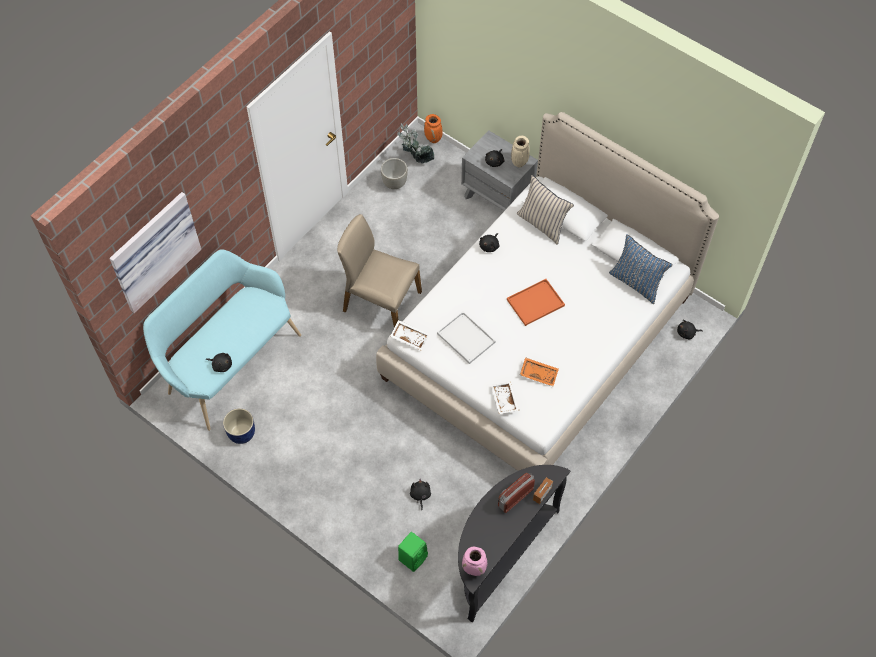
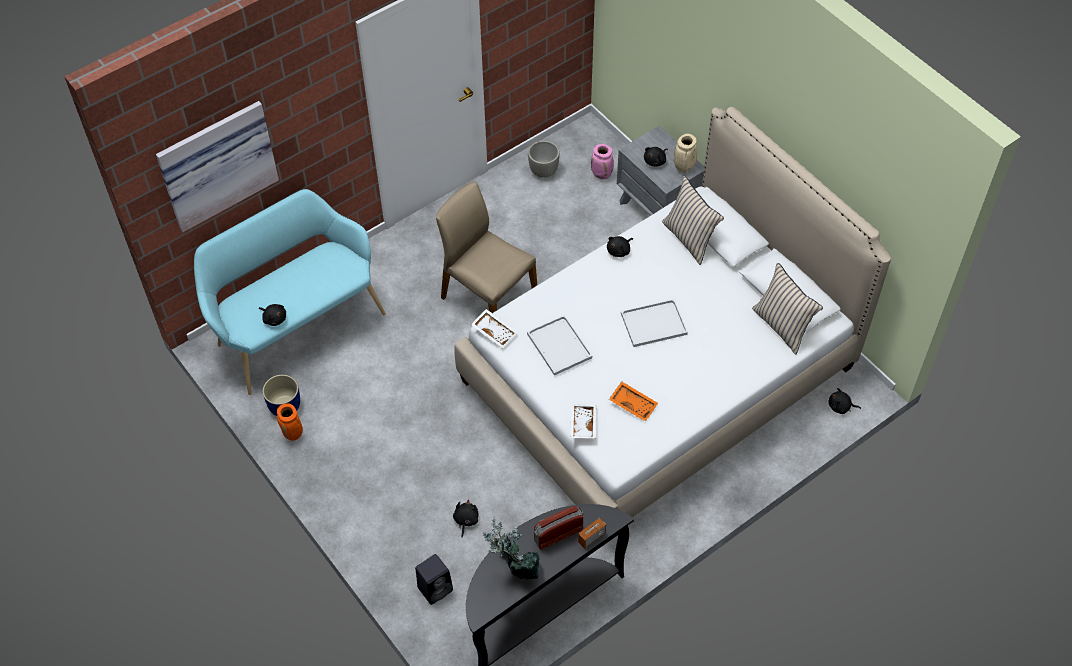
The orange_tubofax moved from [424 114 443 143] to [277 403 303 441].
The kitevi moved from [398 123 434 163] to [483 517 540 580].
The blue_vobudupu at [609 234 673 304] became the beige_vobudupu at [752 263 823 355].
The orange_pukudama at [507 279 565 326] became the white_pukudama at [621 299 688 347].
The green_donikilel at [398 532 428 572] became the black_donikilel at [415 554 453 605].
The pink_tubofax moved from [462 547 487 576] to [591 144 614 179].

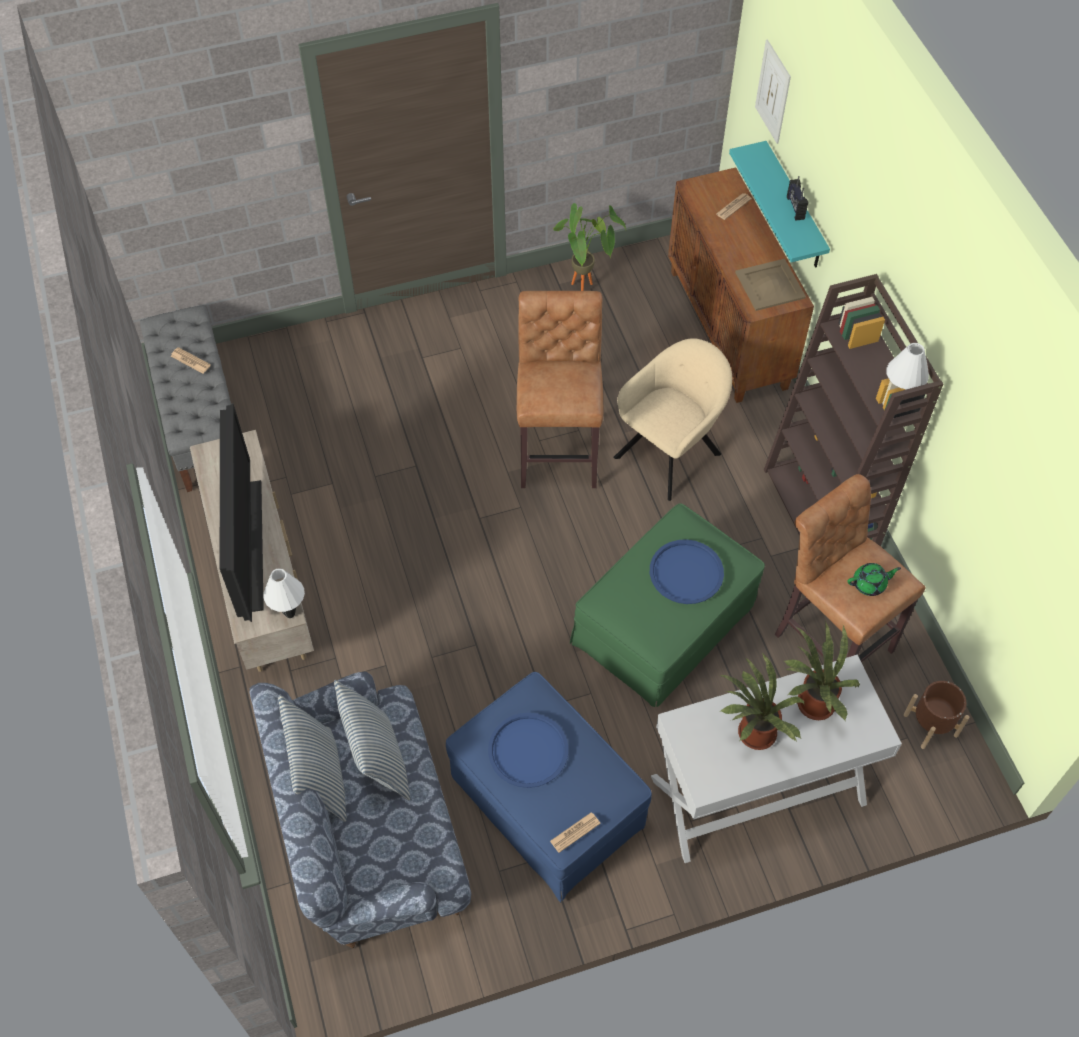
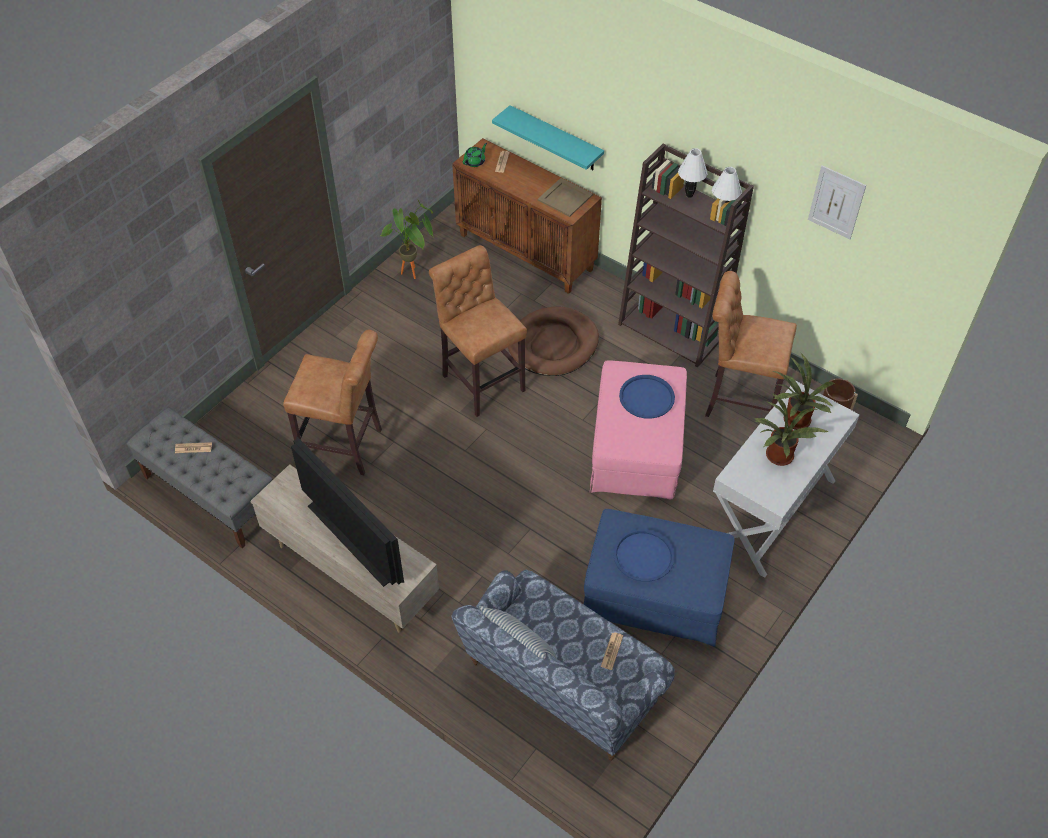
The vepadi moved from [755 39 791 144] to [808 165 866 239].
The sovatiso at [787 176 808 221] disappeared.
The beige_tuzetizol at [614 338 732 501] was replaced by the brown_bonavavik at [508 306 599 376].
The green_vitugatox at [570 503 765 707] became the pink_vitugatox at [590 360 687 500].
The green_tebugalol moved from [847 563 901 596] to [463 143 487 167].
The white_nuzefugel moved from [263 569 305 618] to [678 148 708 198].
The vobudupu at [334 680 410 800] disappeared.
The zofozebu moved from [550 812 601 853] to [601 633 623 670].
The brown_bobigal at [283 330 382 475] appeared.

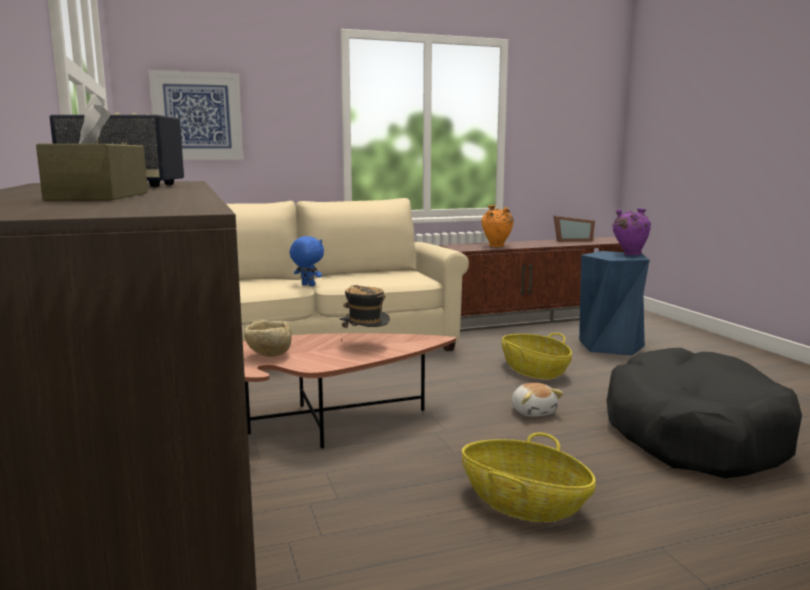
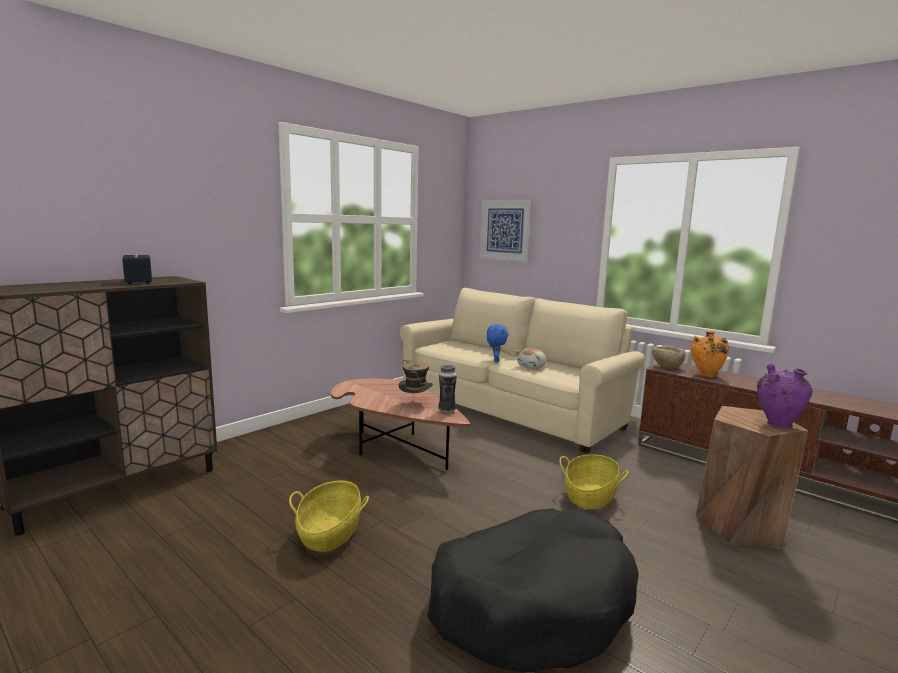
The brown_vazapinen at [36 93 148 201] disappeared.
The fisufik at [553 216 595 242] disappeared.
The blue_bobigal at [579 251 650 356] became the brown_bobigal at [696 406 808 549].
The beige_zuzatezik moved from [244 320 292 357] to [652 345 686 369].
The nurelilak moved from [512 383 564 417] to [515 348 546 369].
The tubofax at [438 364 457 414] appeared.

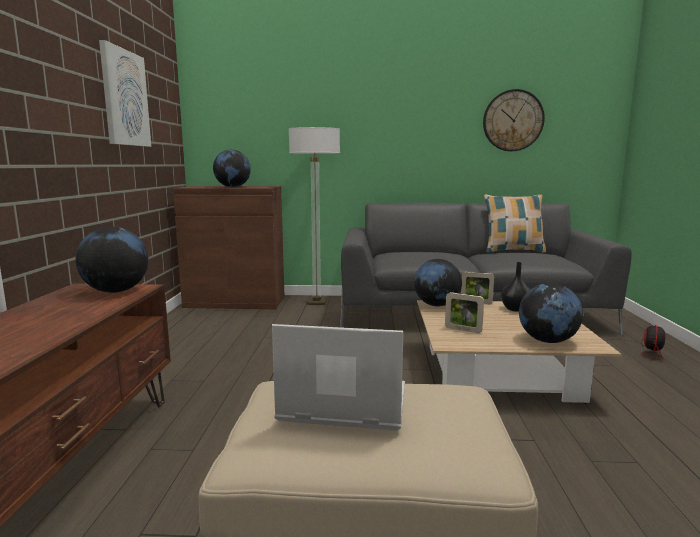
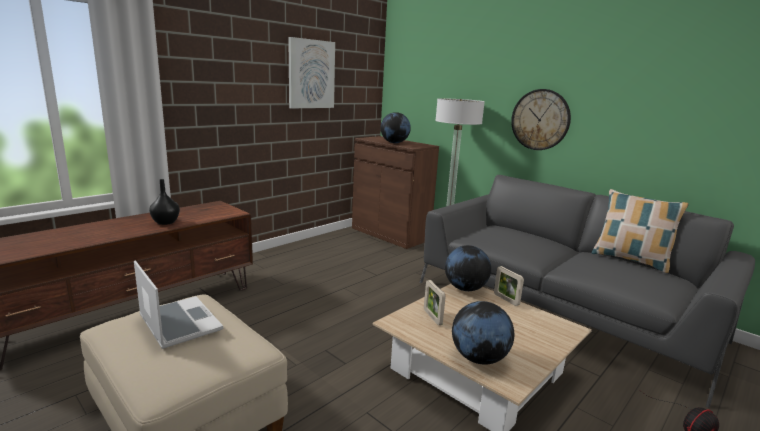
The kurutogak moved from [483 89 545 151] to [511 89 571 150].
The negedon at [75 227 149 293] disappeared.
The black_tubofax moved from [501 262 530 312] to [149 179 180 225].

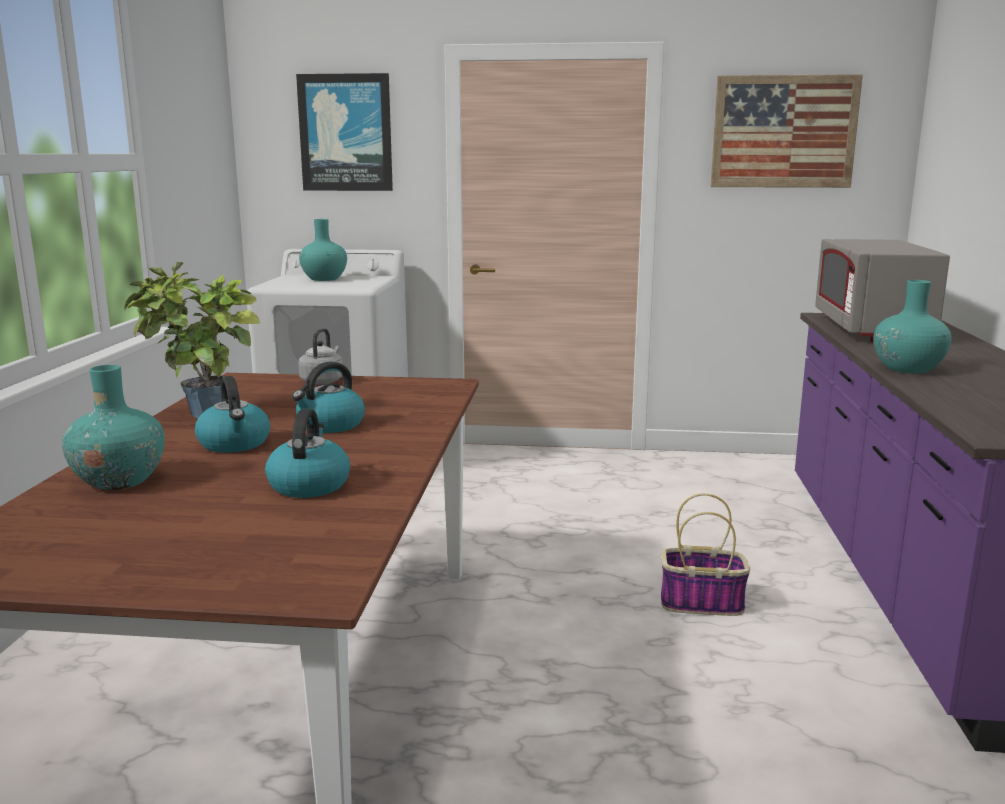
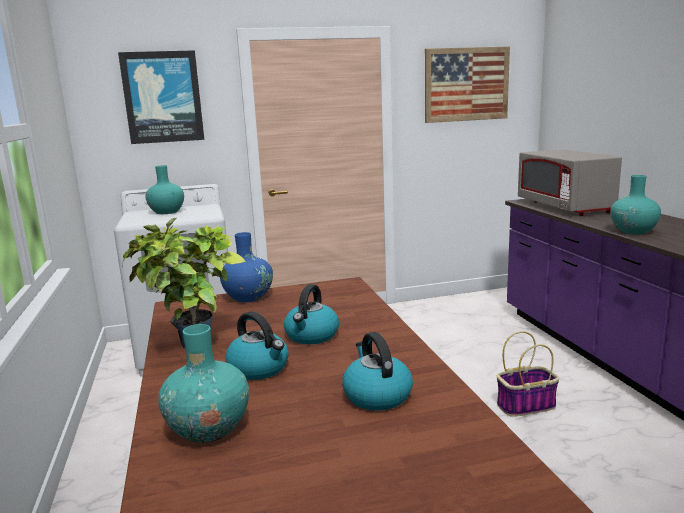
The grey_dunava at [298 328 343 385] was replaced by the blue_tubofax at [220 232 273 302].

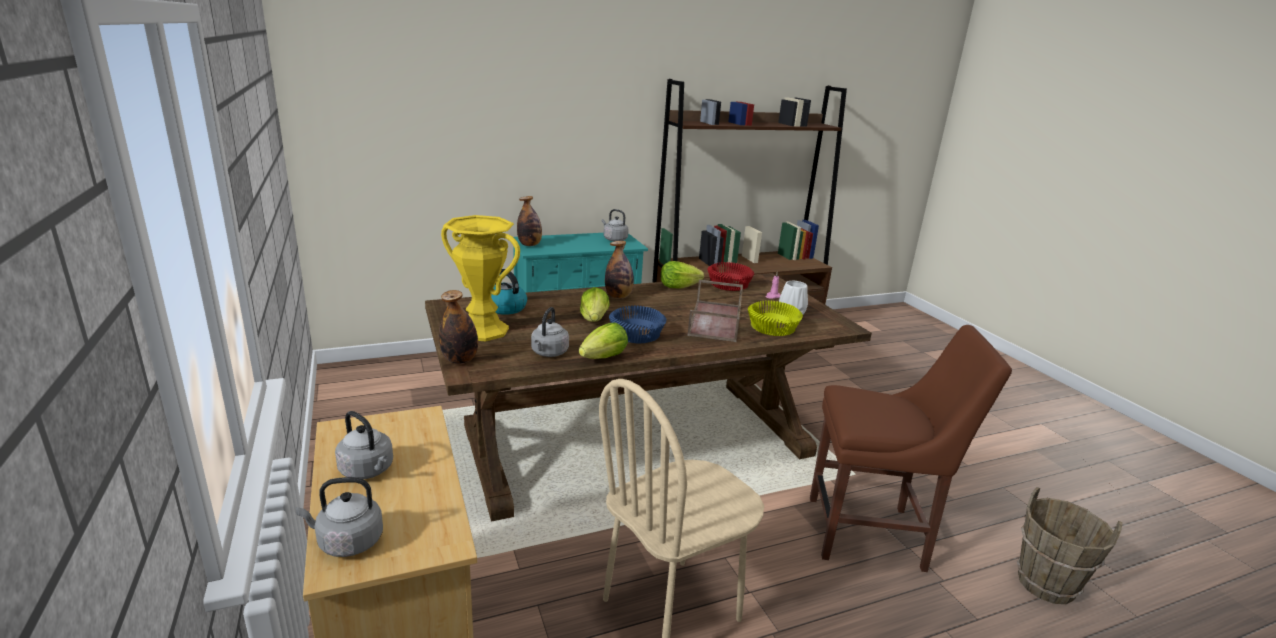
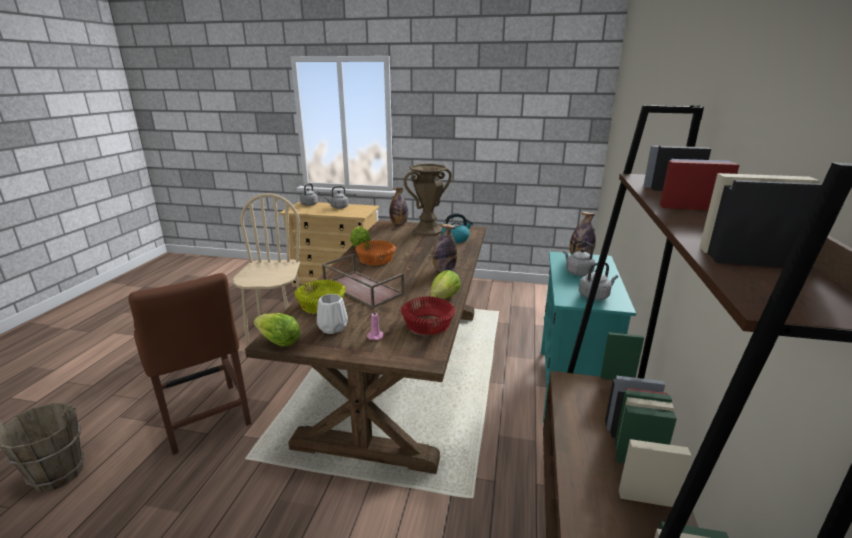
The yellow_tubofax at [441 215 520 341] became the brown_tubofax at [403 164 452 236].
The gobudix moved from [580 287 610 322] to [253 313 300 347].
The blue_zuzatezik at [609 306 667 343] became the orange_zuzatezik at [355 240 396 265].
The grey_dunava moved from [531 307 569 357] to [563 241 595 276].
The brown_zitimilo at [810 325 1012 572] turned 75 degrees counterclockwise.

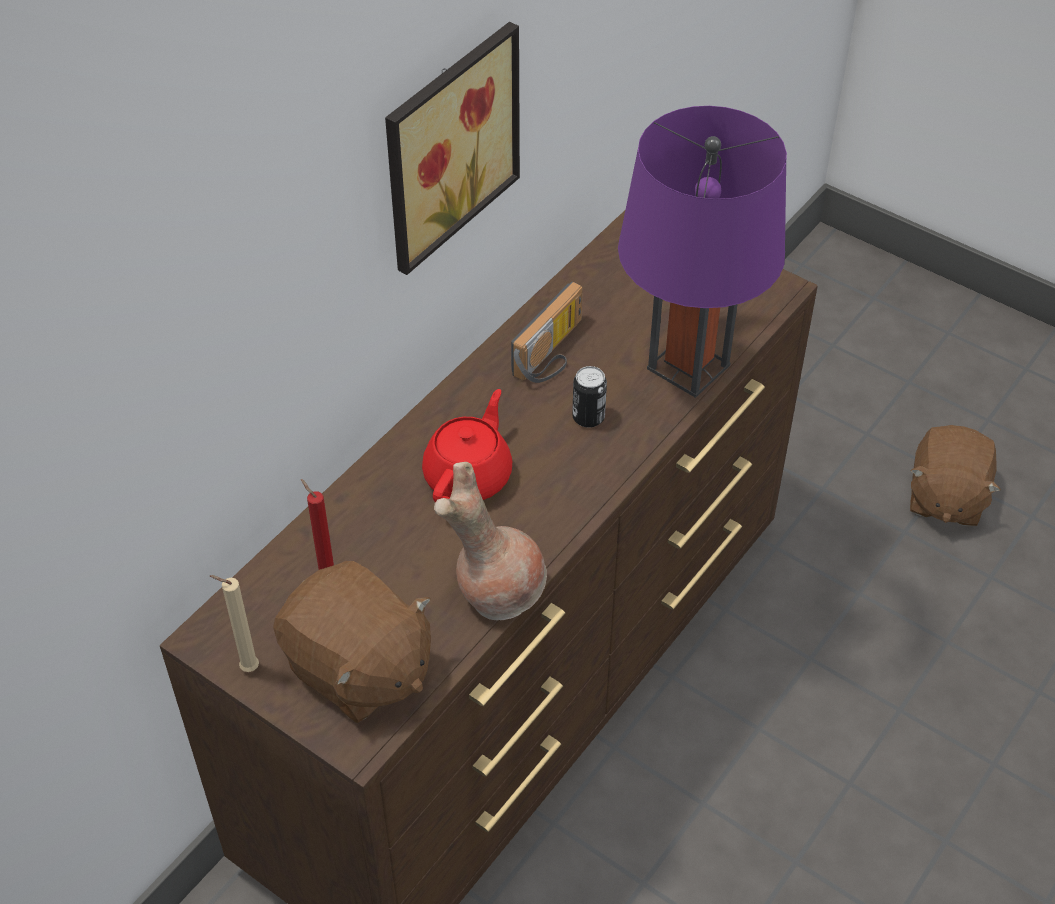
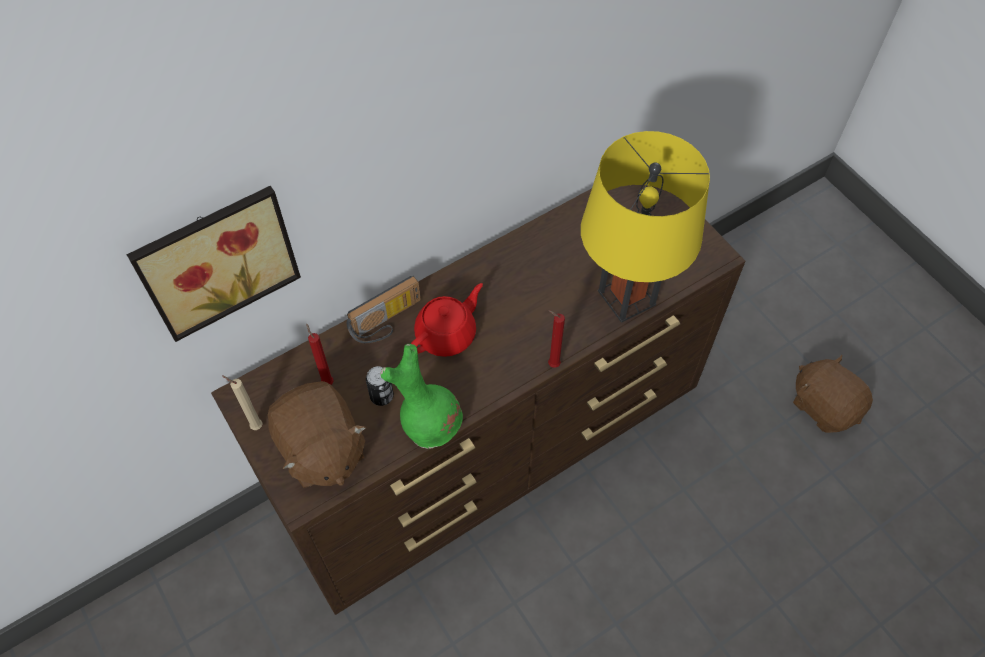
The vepadi moved from [385 22 520 275] to [127 186 301 342].
The purple_nuzefugel at [618 106 787 398] became the yellow_nuzefugel at [581 131 710 323].
The sovatiso moved from [511 282 583 383] to [346 276 420 343].
The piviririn moved from [572 366 607 428] to [366 366 394 406].
The brown_nurelilak at [910 425 1001 527] turned 105 degrees clockwise.
The brown_tubofax at [434 462 547 620] became the green_tubofax at [380 344 463 449].
The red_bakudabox at [548 310 565 368] appeared.

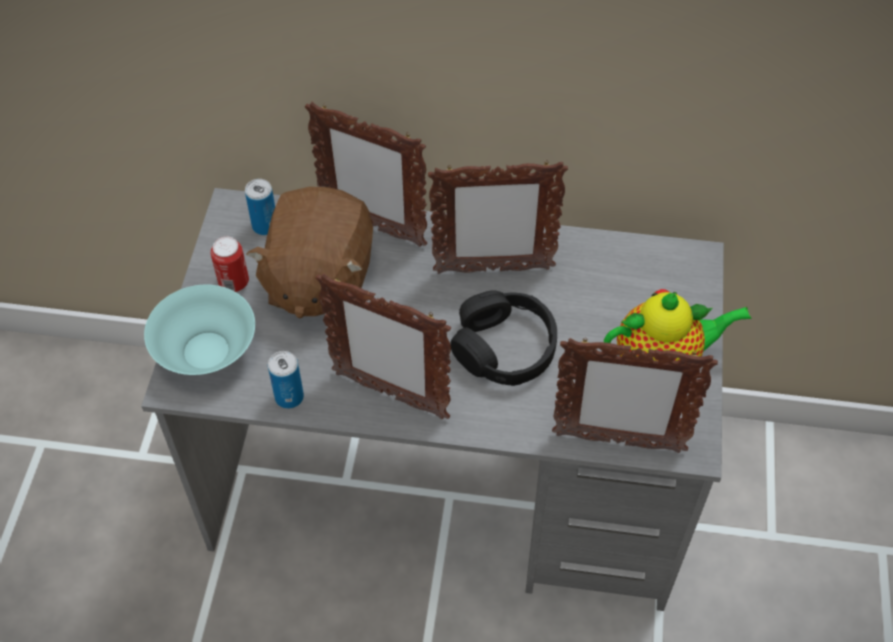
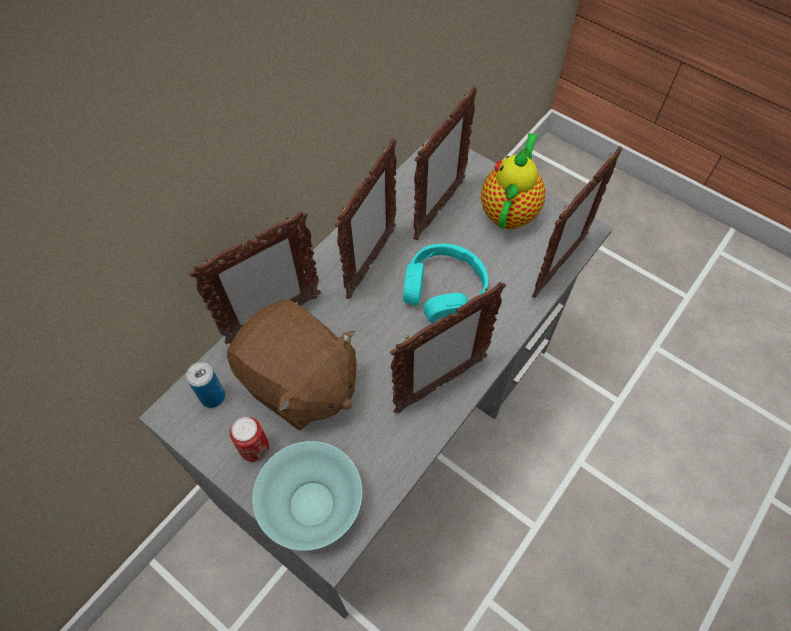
The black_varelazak at [450 290 557 386] became the turquoise_varelazak at [403 244 488 323].
The piviririn at [268 351 304 409] disappeared.
The fisufik at [413 86 477 240] appeared.

